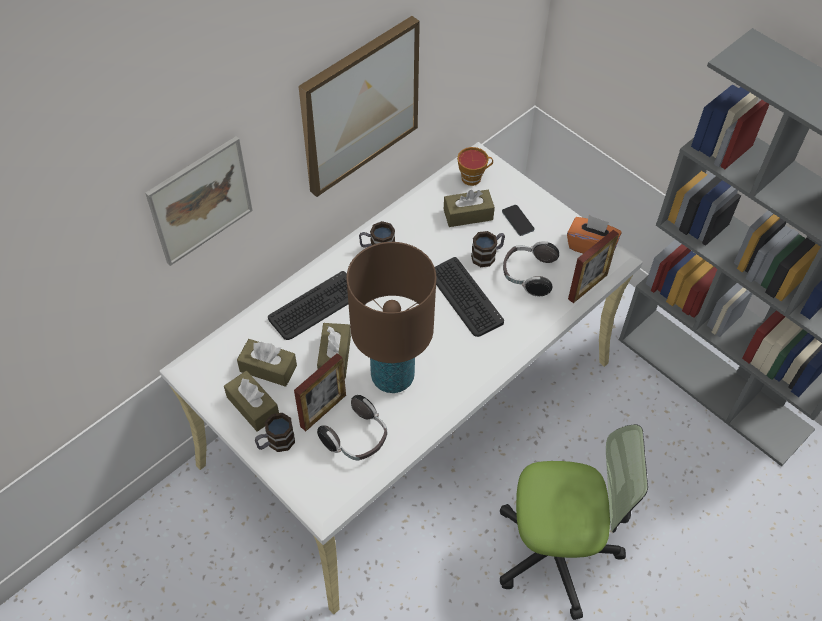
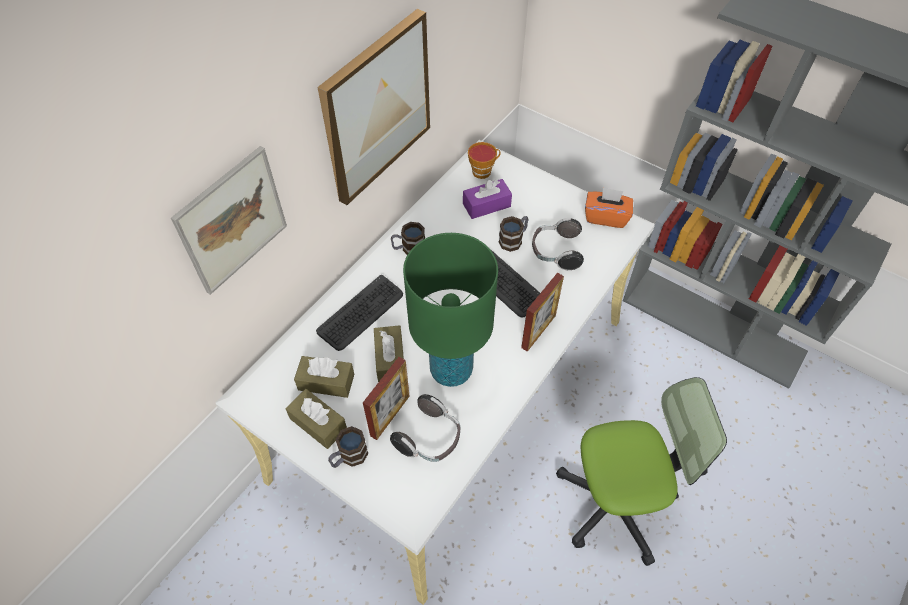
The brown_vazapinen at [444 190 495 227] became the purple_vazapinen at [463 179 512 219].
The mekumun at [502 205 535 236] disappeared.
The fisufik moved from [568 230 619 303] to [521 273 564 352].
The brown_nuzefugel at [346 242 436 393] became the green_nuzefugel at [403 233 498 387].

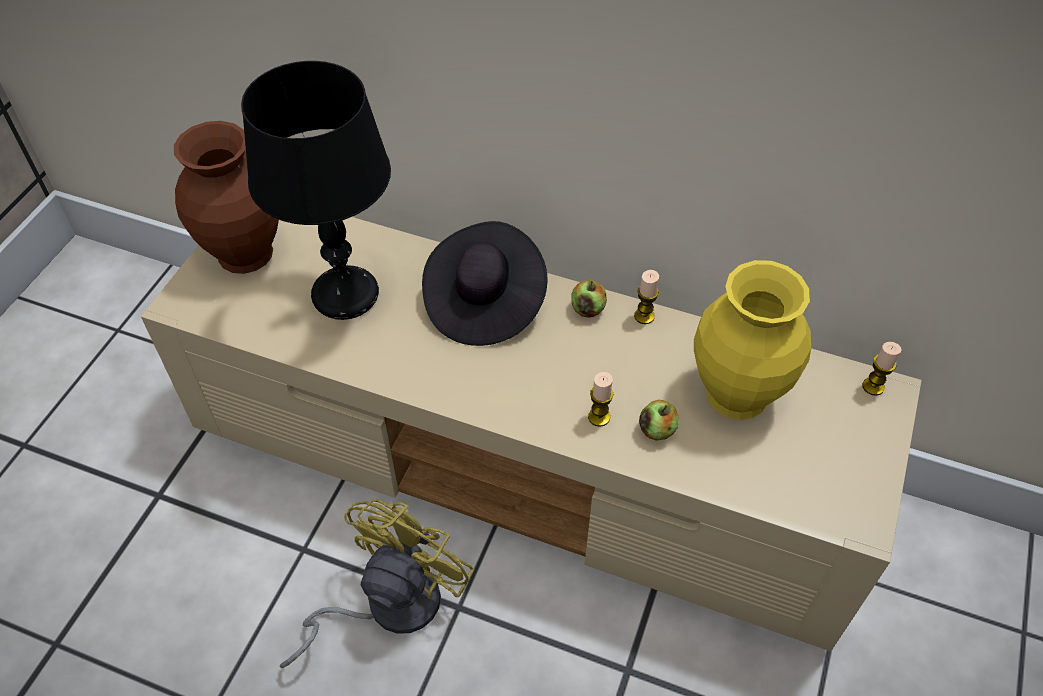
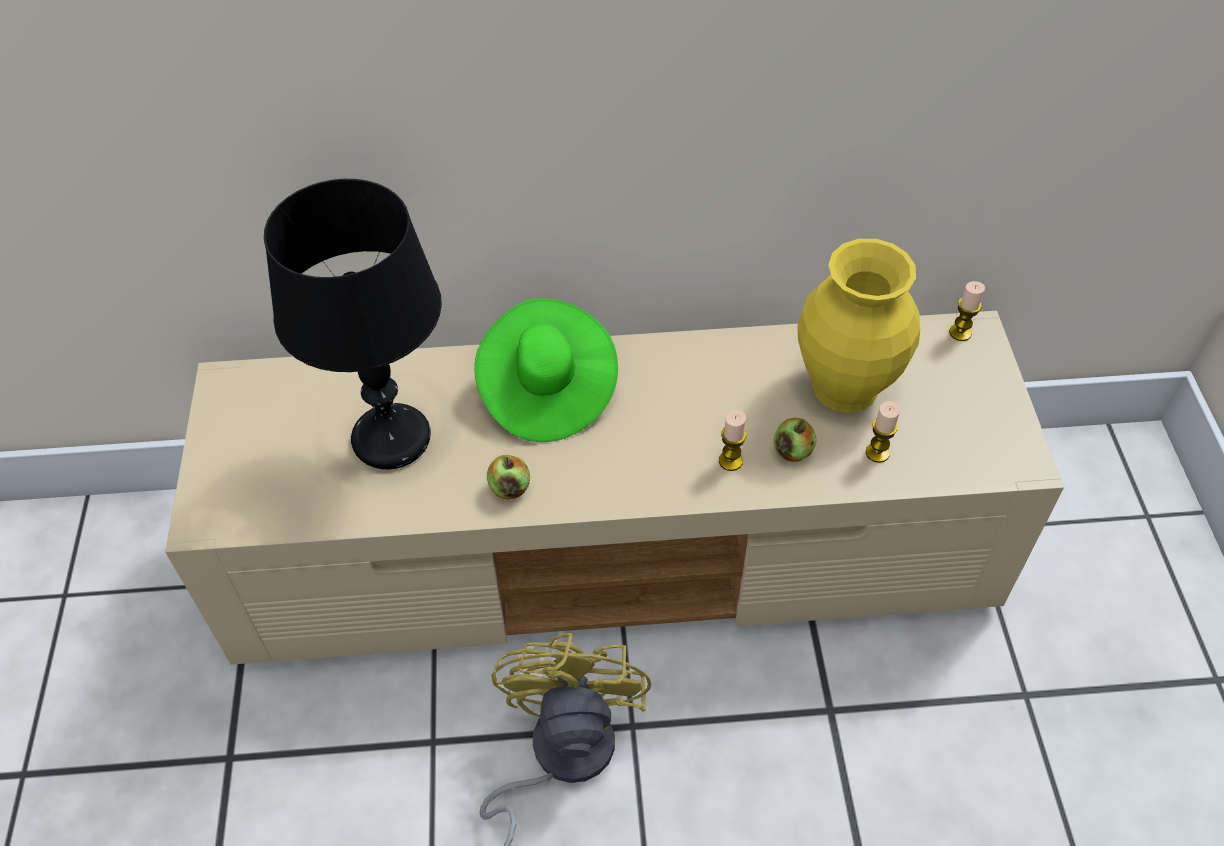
The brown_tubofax at [174 121 279 274] disappeared.
The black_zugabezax at [422 221 547 346] became the green_zugabezax at [474 298 618 442].
The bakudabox moved from [634 270 659 324] to [866 401 900 463].
The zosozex moved from [572 280 607 318] to [487 455 530 500].

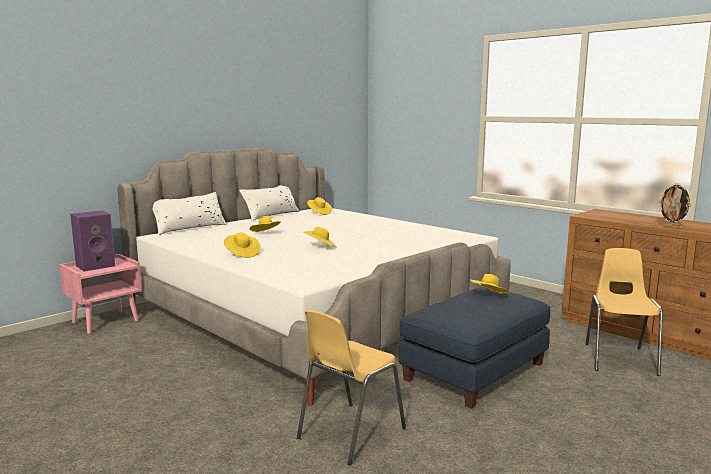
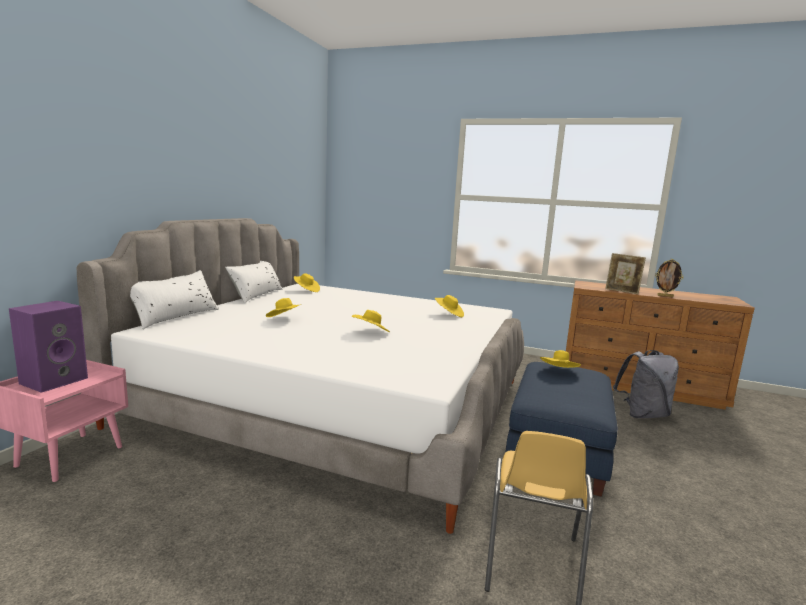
The yellow_zugabezax moved from [224 232 260 258] to [435 295 464 317].
The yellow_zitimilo at [586 248 663 376] was replaced by the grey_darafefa at [613 350 679 418].
The fisufik at [605 253 646 294] appeared.

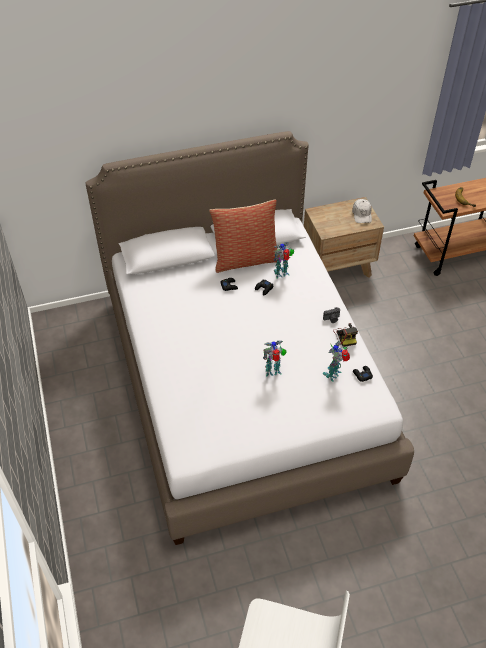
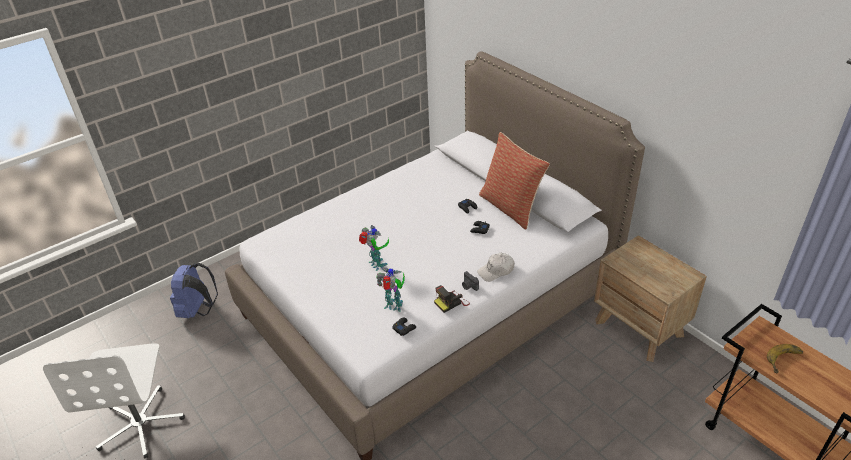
The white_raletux moved from [352 199 372 223] to [477 253 514 282].
The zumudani at [274 242 295 279] disappeared.
The blue_darafefa at [170 263 218 318] appeared.

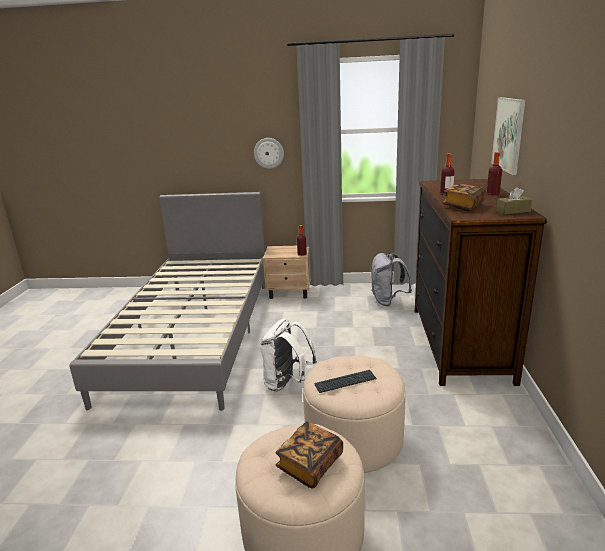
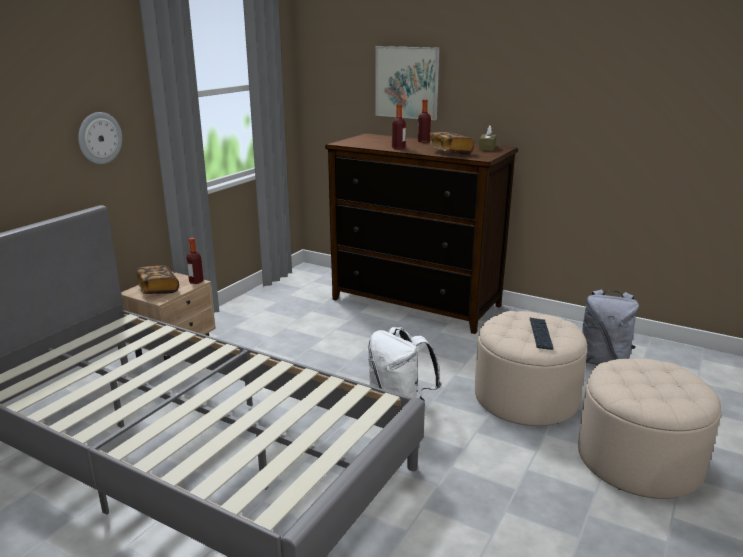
The grey_darafefa moved from [371 253 412 306] to [582 289 639 365].
The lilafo moved from [275 421 343 489] to [137 265 179 294].

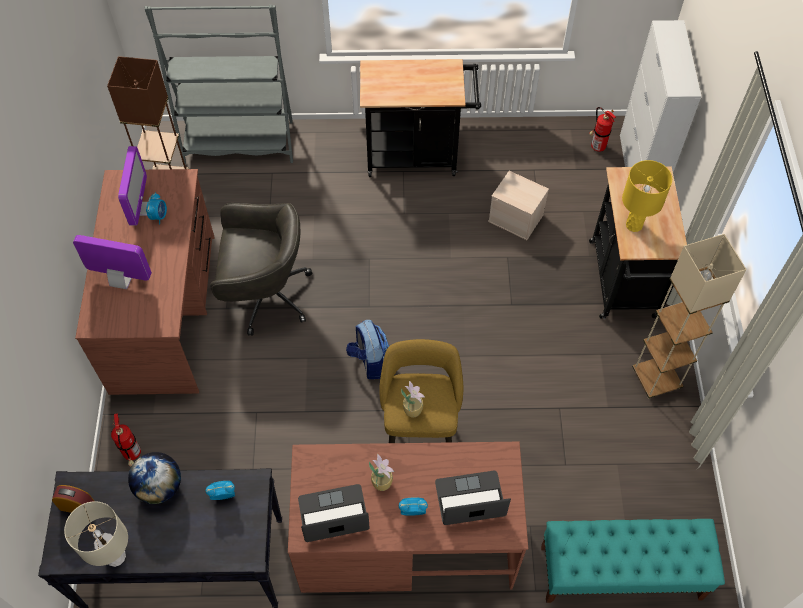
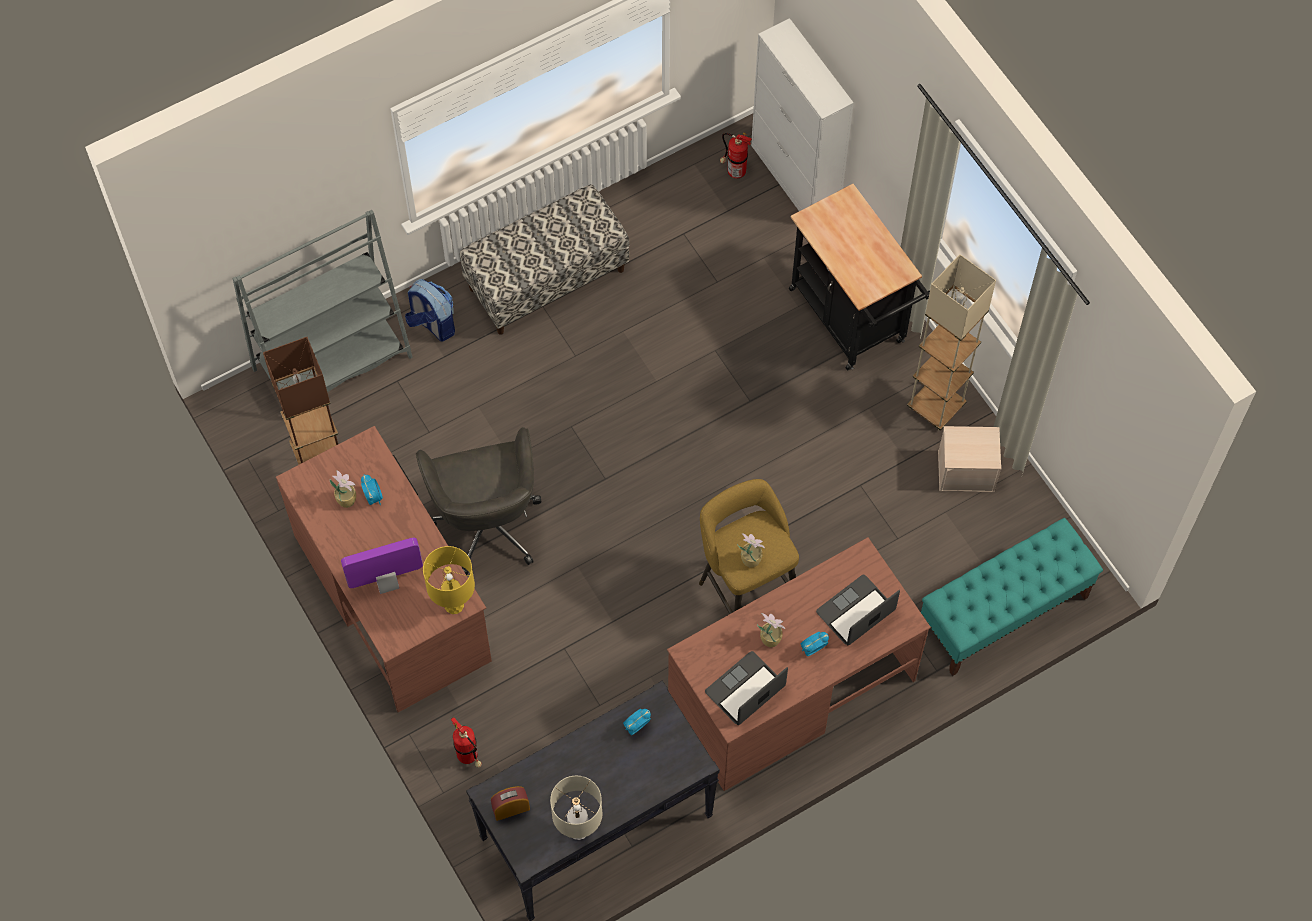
The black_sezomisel at [360 59 481 177] was replaced by the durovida at [460 184 629 335].
The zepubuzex at [118 146 148 226] was replaced by the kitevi at [330 470 356 508].
The yellow_nuzefugel moved from [622 160 672 232] to [423 546 475 614].
The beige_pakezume moved from [488 171 549 240] to [938 426 1001 492].
The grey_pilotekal at [210 203 312 336] turned 105 degrees clockwise.
The darafefa moved from [346 320 390 379] to [405 279 455 341].
The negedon at [128 452 181 504] disappeared.

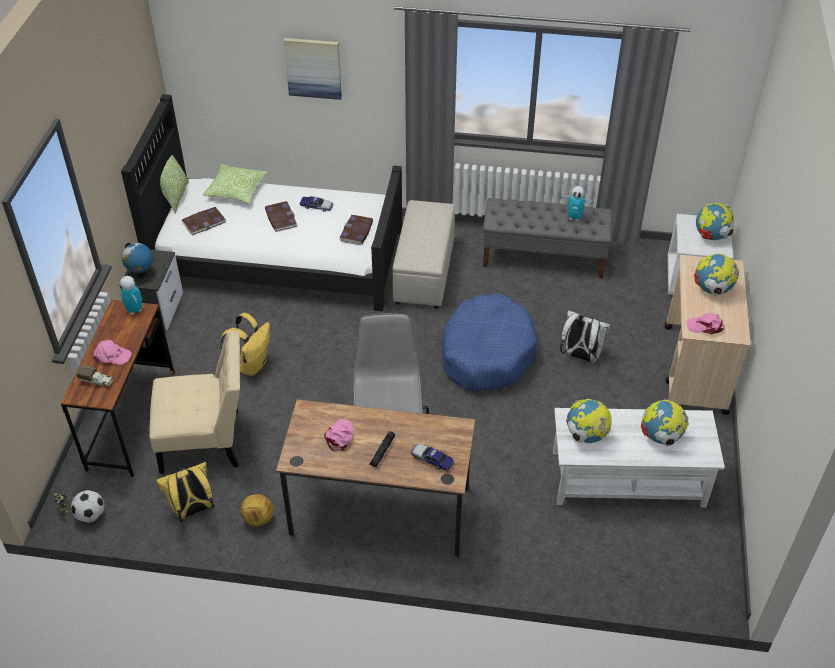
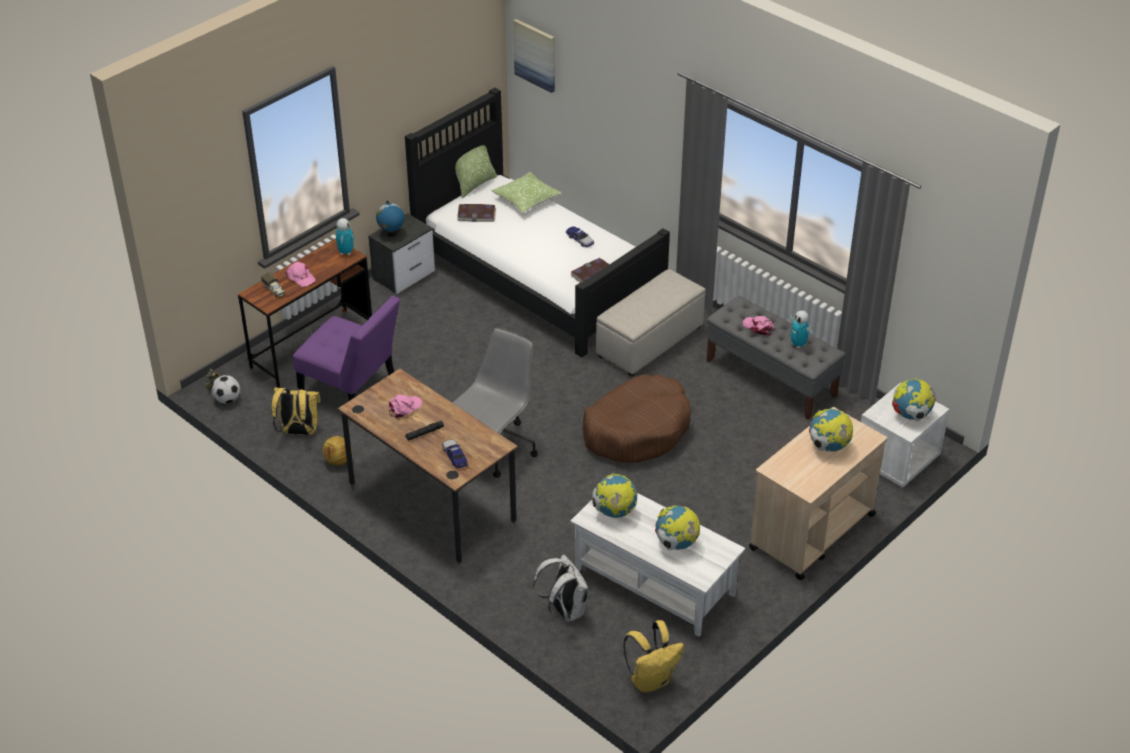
The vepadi moved from [283 38 342 100] to [513 19 555 93].
The lilafo at [265 201 298 232] disappeared.
The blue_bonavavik at [442 293 537 392] became the brown_bonavavik at [582 374 691 463].
The white_darafefa moved from [560 310 611 362] to [533 554 590 622].
The yellow_darafefa moved from [220 313 270 376] to [623 620 684 693].
The pink_raletux moved from [687 313 724 334] to [743 316 776 336].
The beige_zitimilo at [149 331 240 474] became the purple_zitimilo at [293 296 400 401].

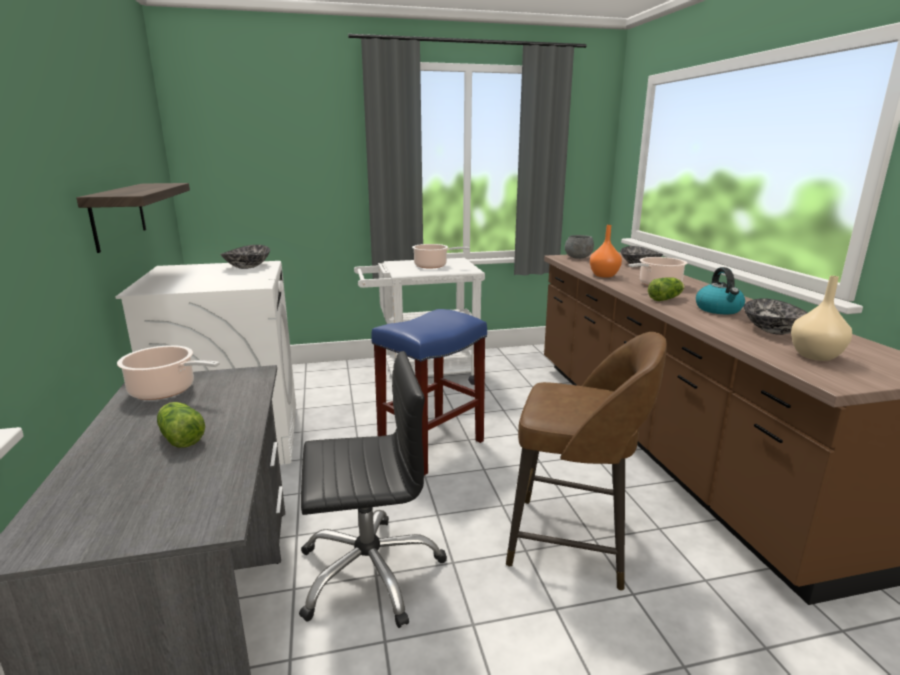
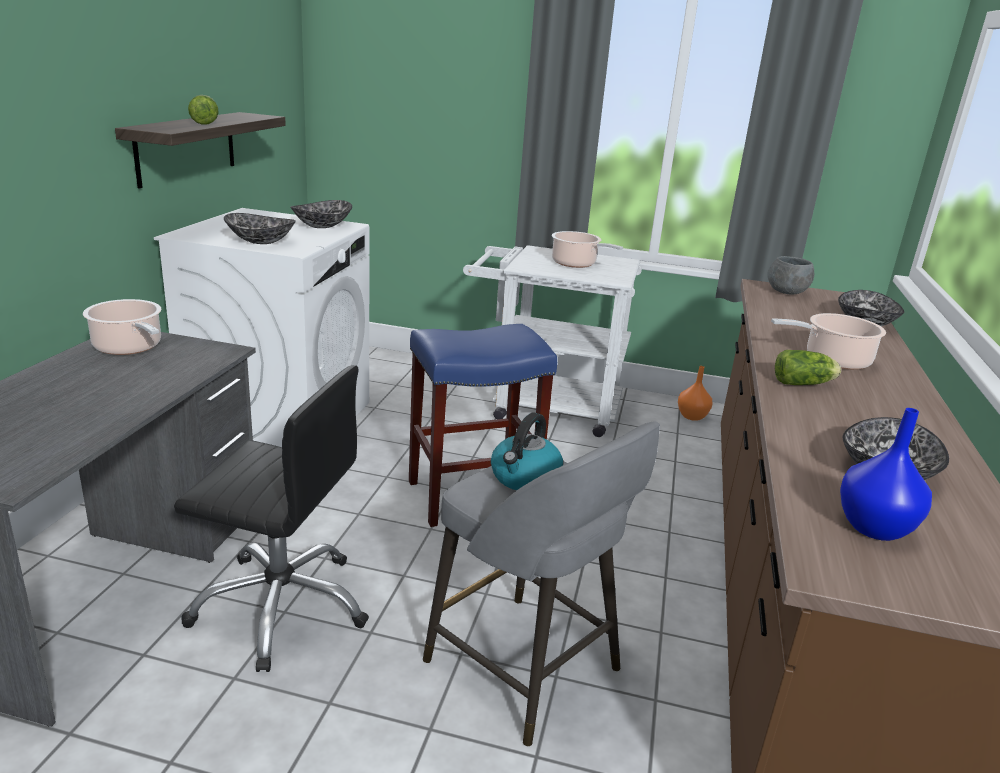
The orange_tubofax moved from [590 225 622 278] to [678 366 712 421].
The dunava moved from [696 267 745 314] to [491 412 563 490].
The beige_tubofax at [791 276 852 361] became the blue_tubofax at [840 408 932 541].
The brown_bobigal at [506 332 667 591] became the grey_bobigal at [423 421 660 746].
The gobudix moved from [157 402 205 448] to [188 95 218 125].
The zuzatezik at [224 213 296 244] appeared.

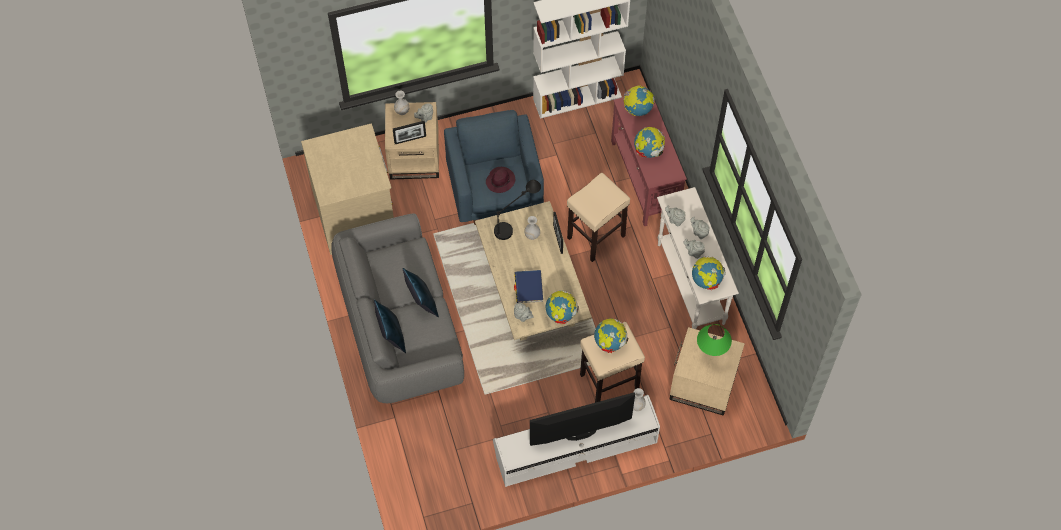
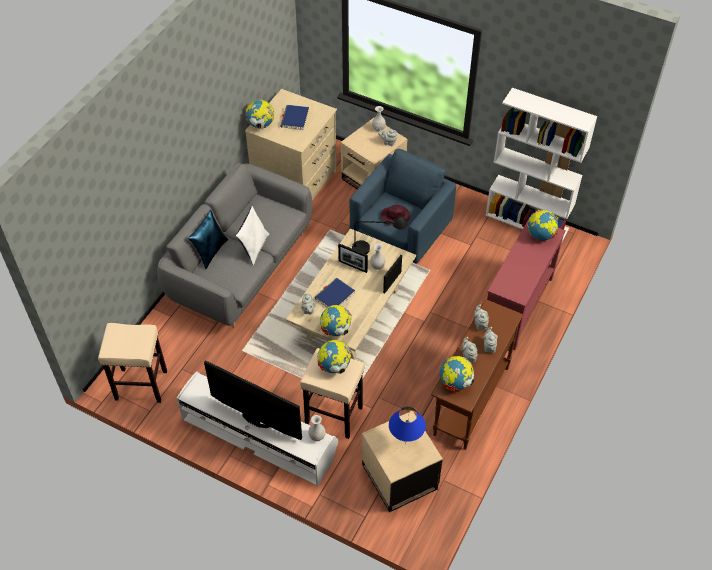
The fisufik moved from [393 121 426 144] to [338 244 368 273].
The negedon moved from [634 127 665 158] to [246 100 274 130].
The beige_bobigal moved from [567 173 630 262] to [98 323 167 403].
The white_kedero at [657 187 739 329] became the brown_kedero at [431 299 523 450].
The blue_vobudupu at [403 268 439 317] became the white_vobudupu at [236 206 269 265].
The green_nuzefugel at [697 324 732 356] became the blue_nuzefugel at [389 407 426 442].
The blue_lilafo at [280 105 309 130] appeared.

